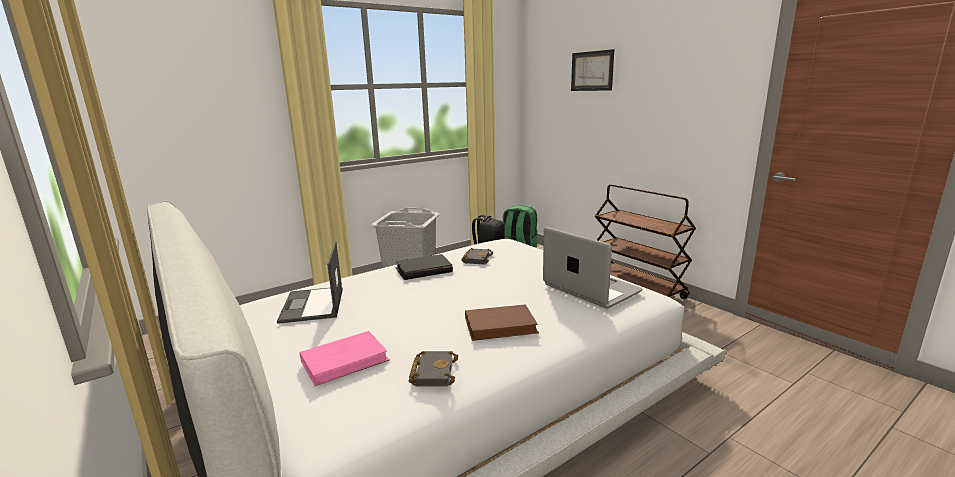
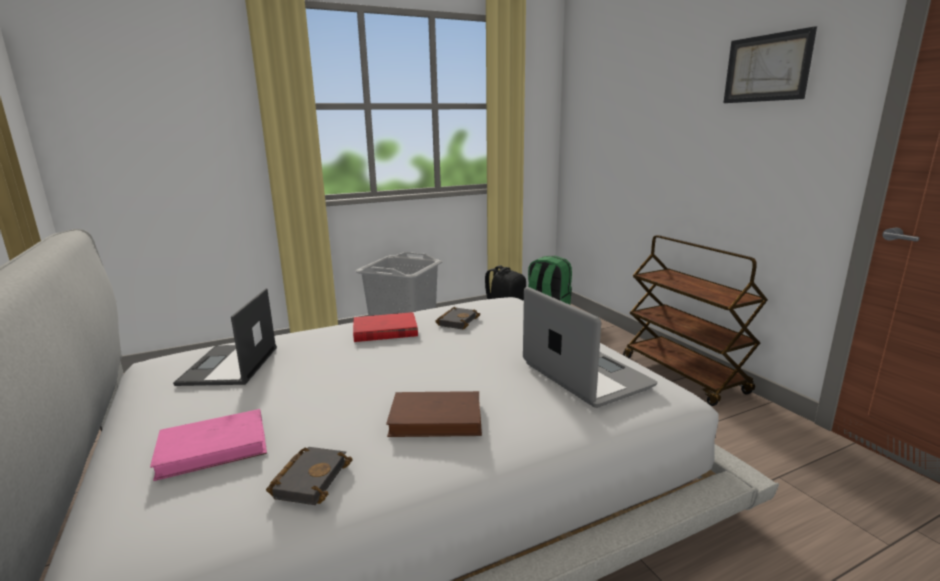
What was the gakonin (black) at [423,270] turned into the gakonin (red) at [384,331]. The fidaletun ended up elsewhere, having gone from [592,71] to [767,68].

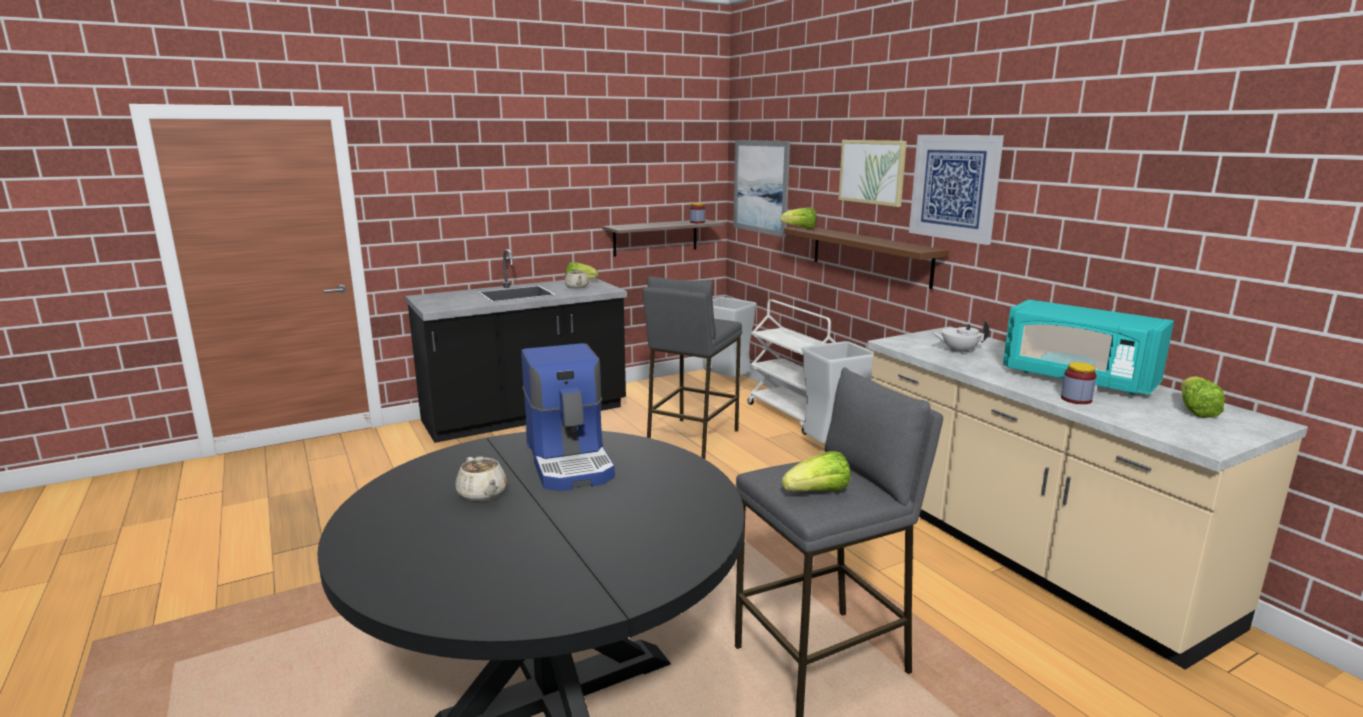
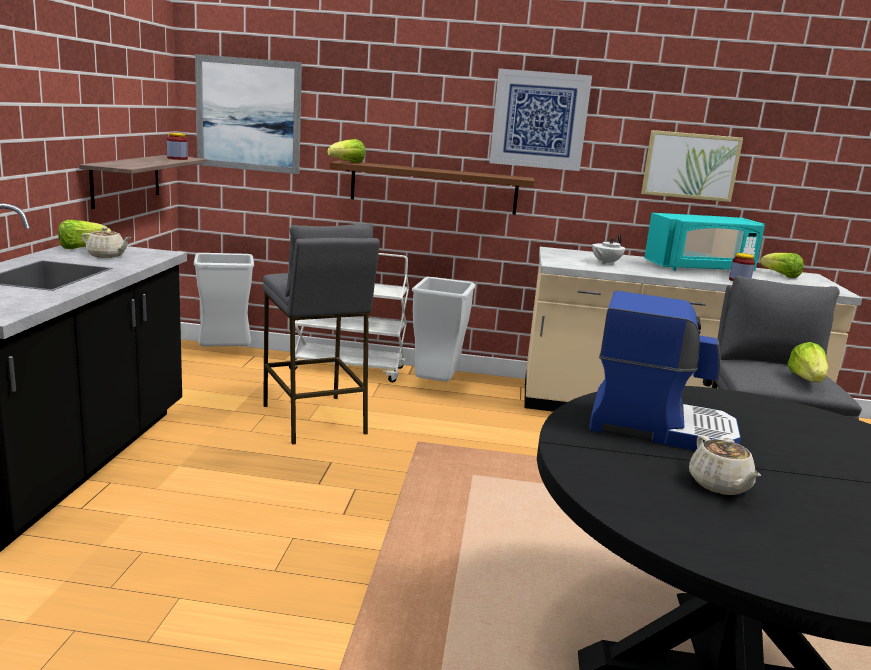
The fidaletun ended up elsewhere, having gone from [872,172] to [690,166]. The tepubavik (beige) at [482,494] ended up facing another way, 75 degrees clockwise from before.

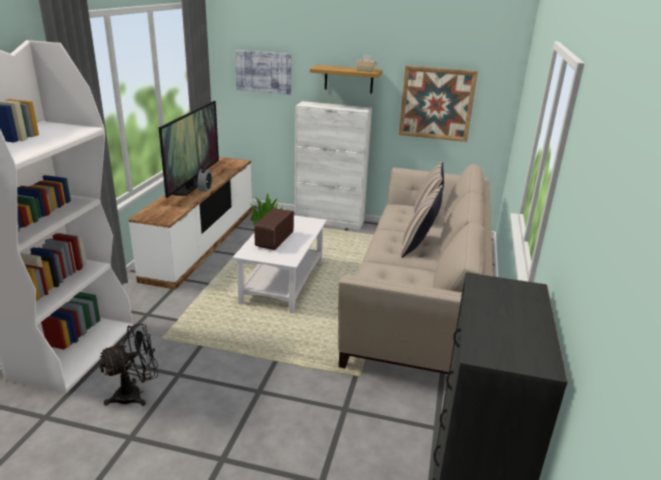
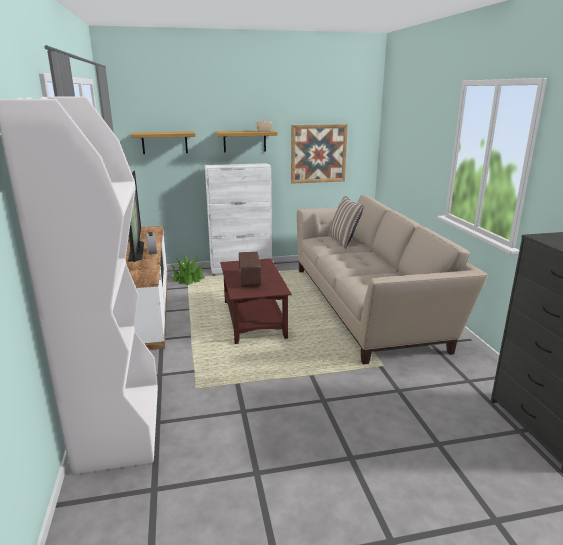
Where the fidaletun hung at [263,72], the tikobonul came to hang at [164,142]. What was the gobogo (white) at [283,283] turned into the gobogo (brown) at [254,319]. The second view lost the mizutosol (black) at [135,394]. The second view lost the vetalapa at [419,247].

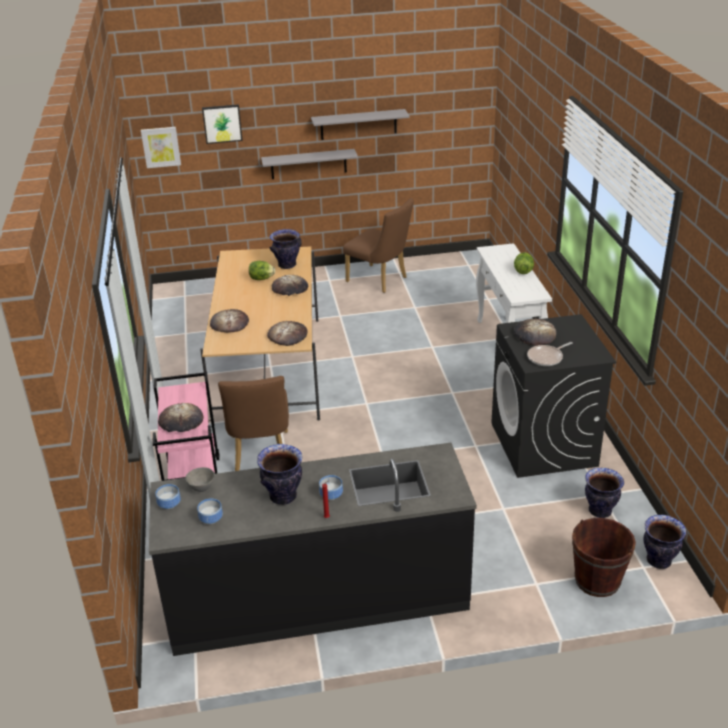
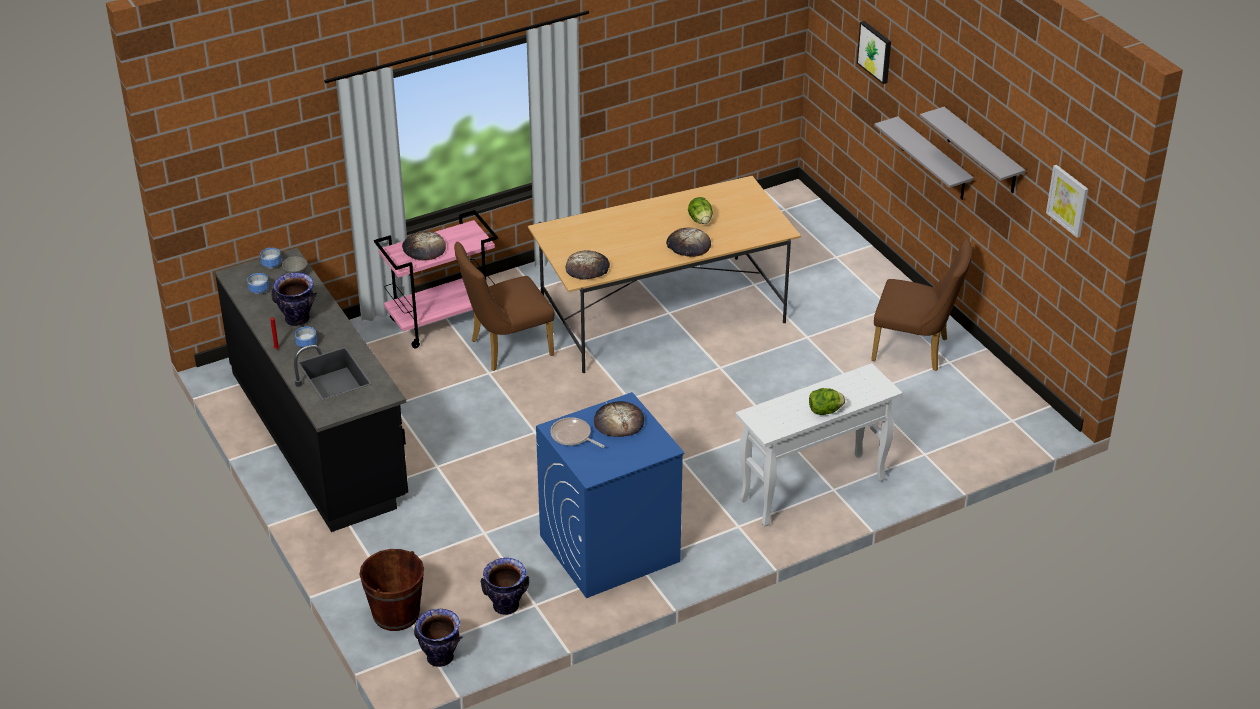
What was the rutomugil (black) at [544,445] turned into the rutomugil (blue) at [609,549]. The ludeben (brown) at [380,280] ended up facing another way, 90 degrees counterclockwise from before. The fidaletun ended up elsewhere, having gone from [161,147] to [1068,200]. The second view lost the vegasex at [229,323]. The second view lost the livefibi at [287,265].

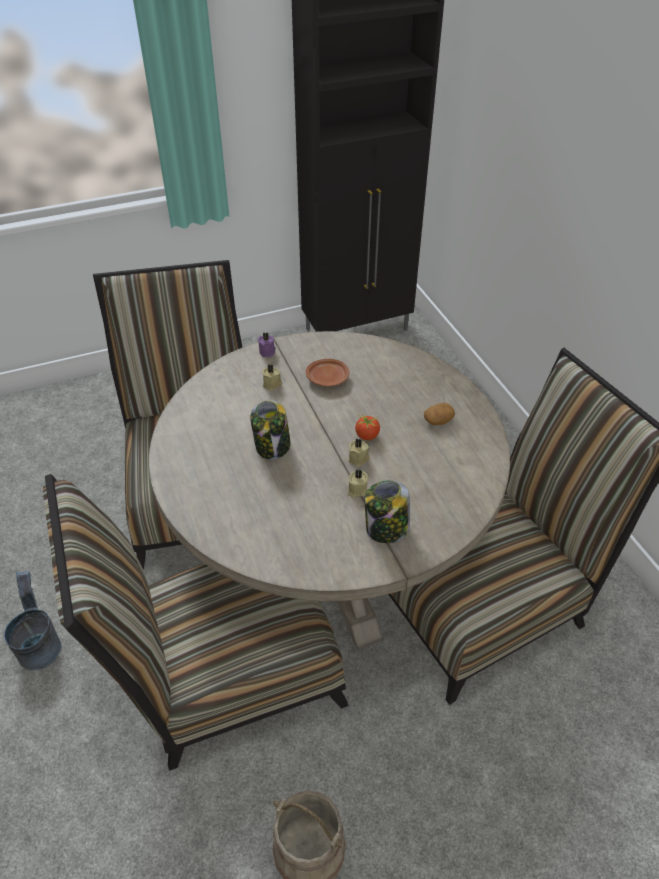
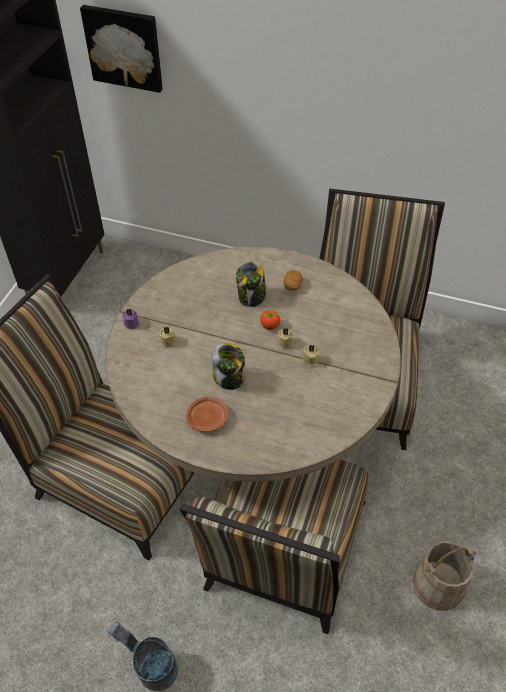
The second view gained the fidaletun at [124,47]. The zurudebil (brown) ended up elsewhere, having gone from [328,378] to [207,418]. The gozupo ended up elsewhere, having gone from [386,529] to [251,297].

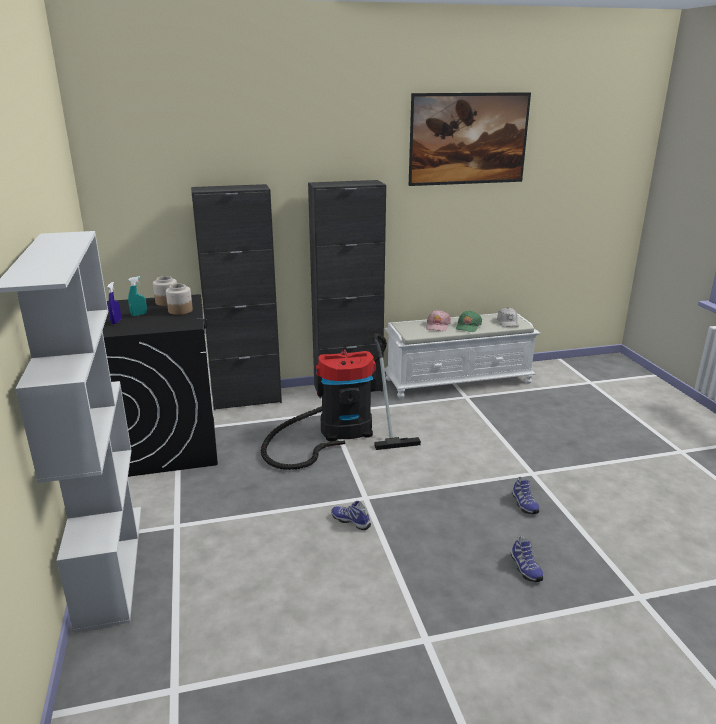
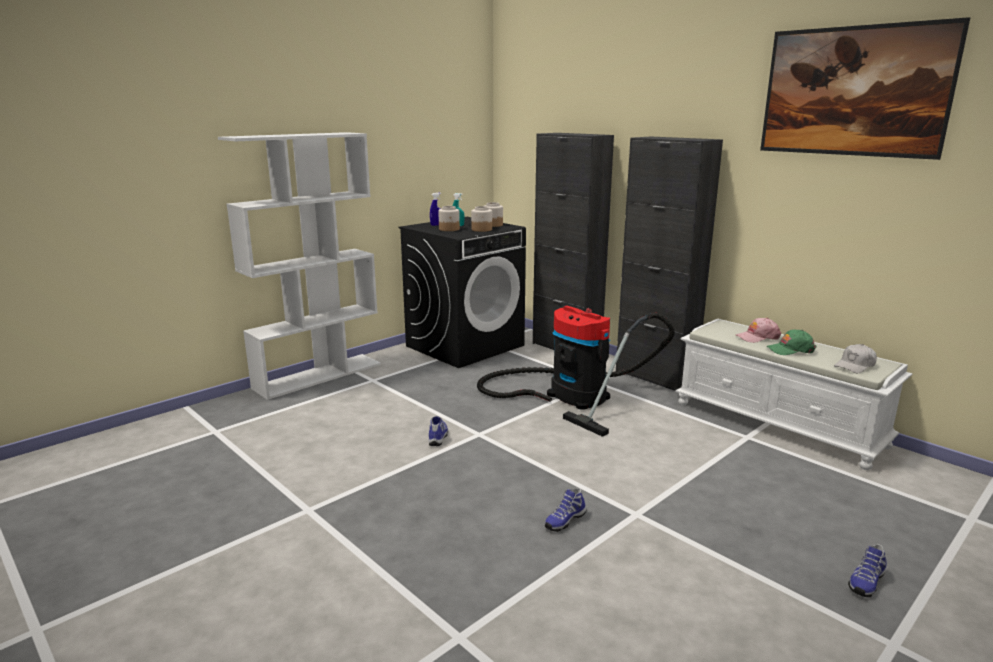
The second view gained the gozupo at [449,229]. The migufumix ended up elsewhere, having gone from [525,568] to [865,581].

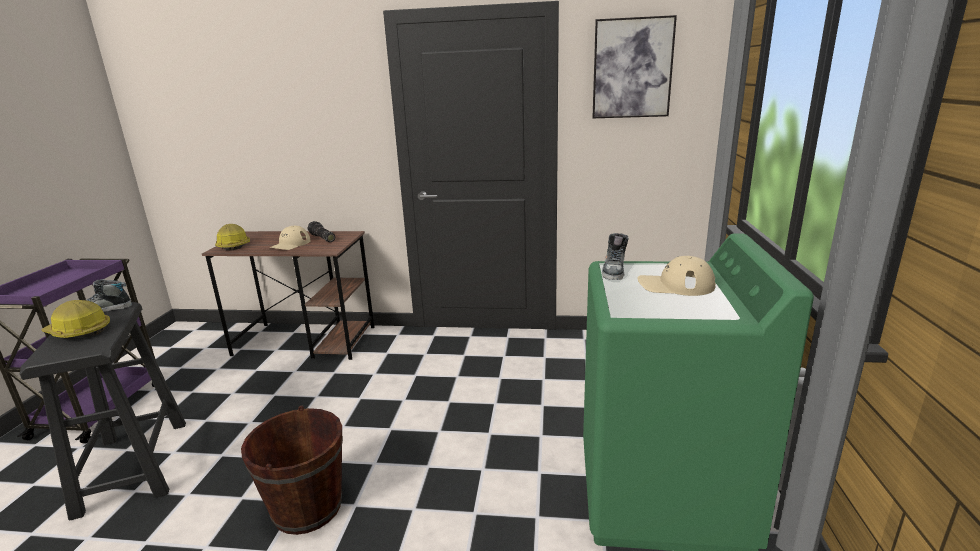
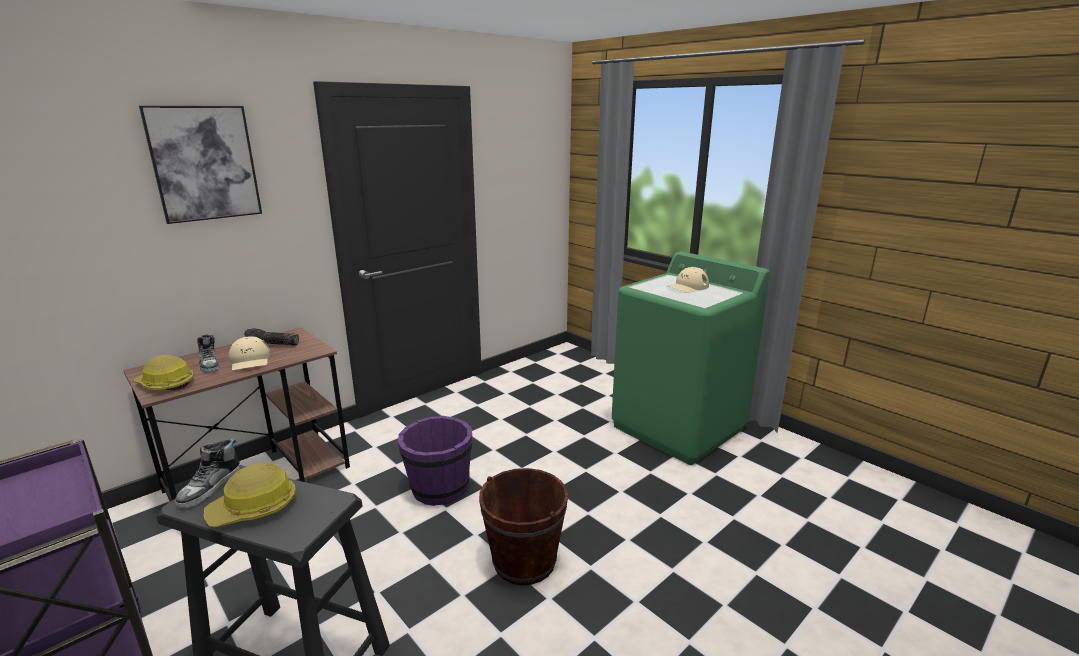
The fidaletun ended up elsewhere, having gone from [632,68] to [204,163]. The migufumix ended up elsewhere, having gone from [614,270] to [210,364]. The second view gained the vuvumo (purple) at [439,488].

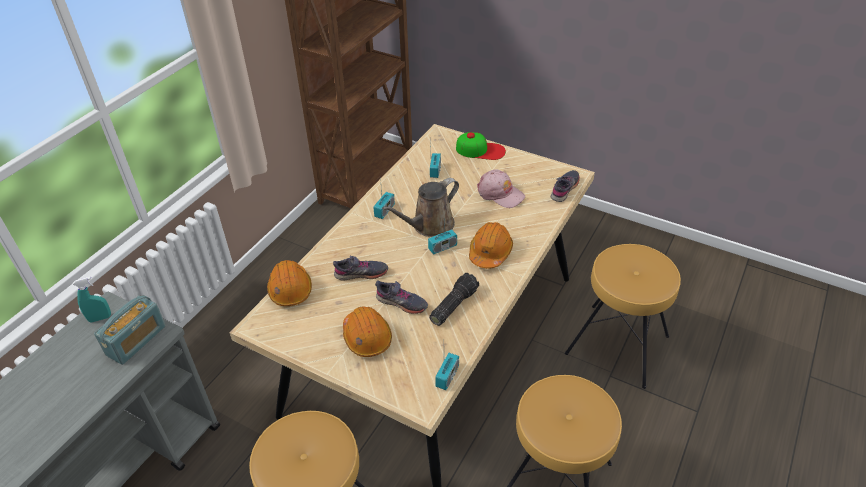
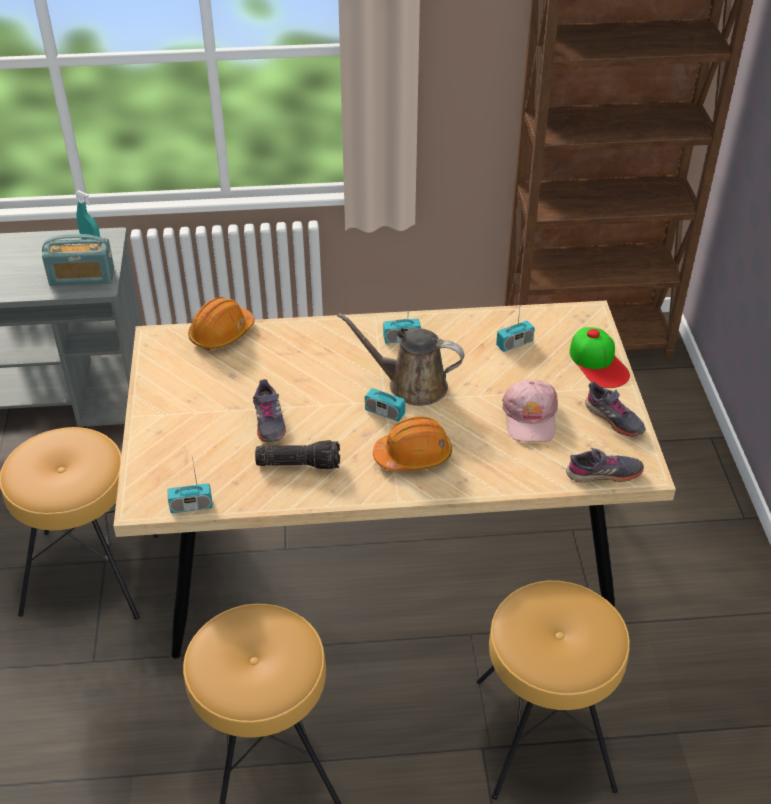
The migufumix (grey) ended up elsewhere, having gone from [361,273] to [614,419]. The second view lost the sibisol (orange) at [367,337].

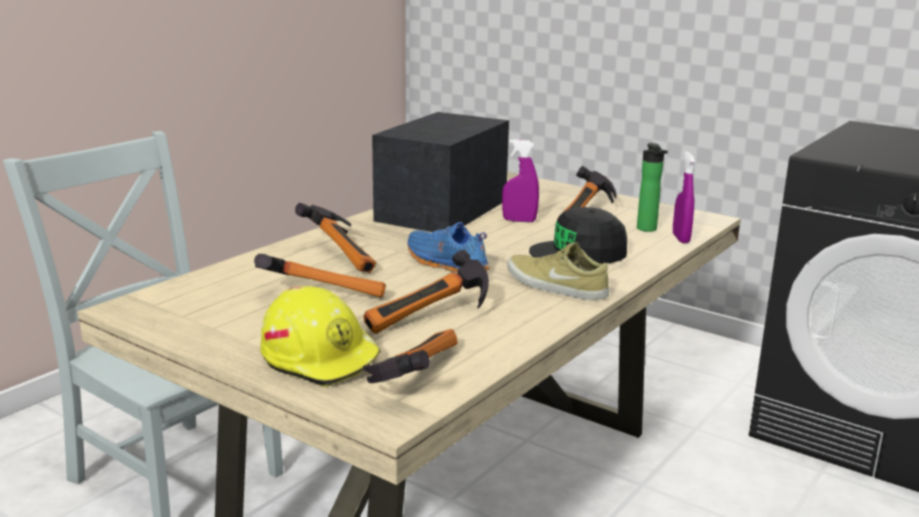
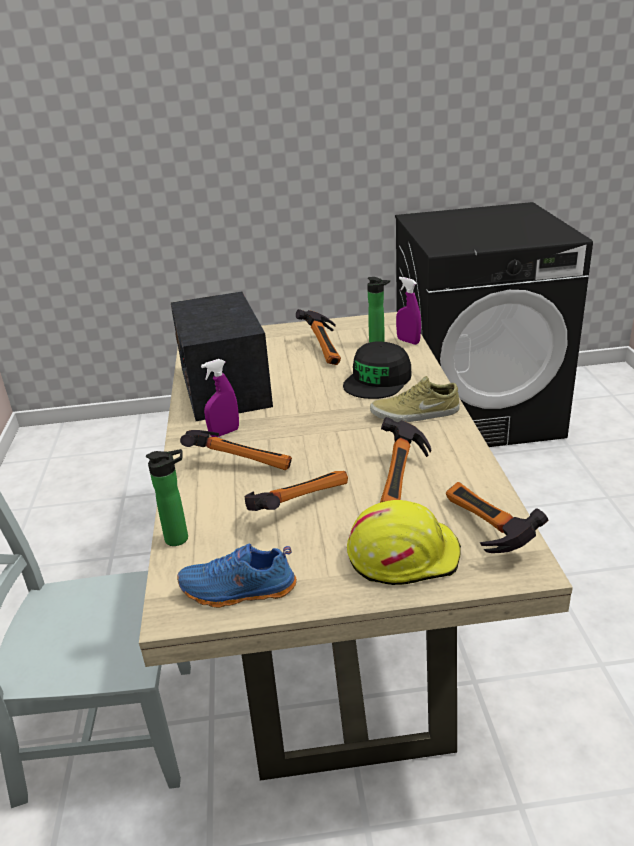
The second view gained the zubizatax at [180,538]. The migufumix (blue) ended up elsewhere, having gone from [445,264] to [238,591]. The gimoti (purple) ended up elsewhere, having gone from [519,220] to [224,433].

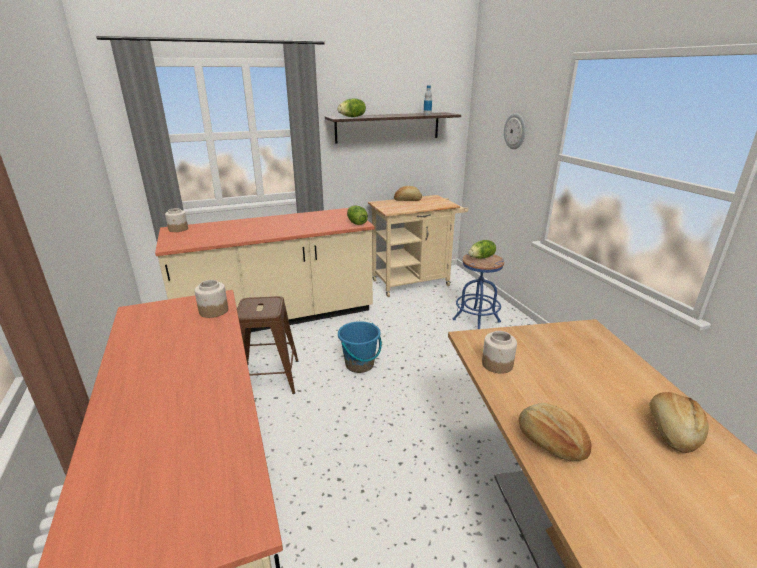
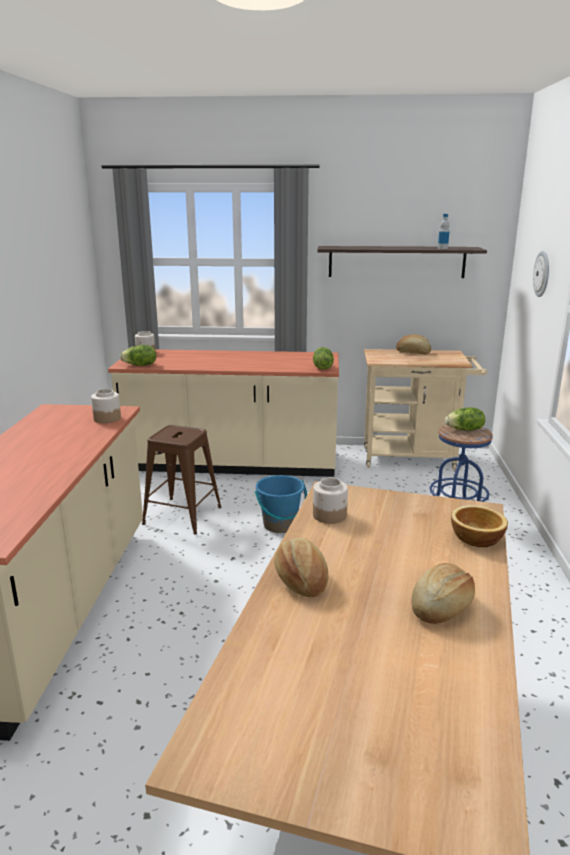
The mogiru ended up elsewhere, having gone from [352,117] to [140,365]. The second view gained the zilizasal at [475,538].

